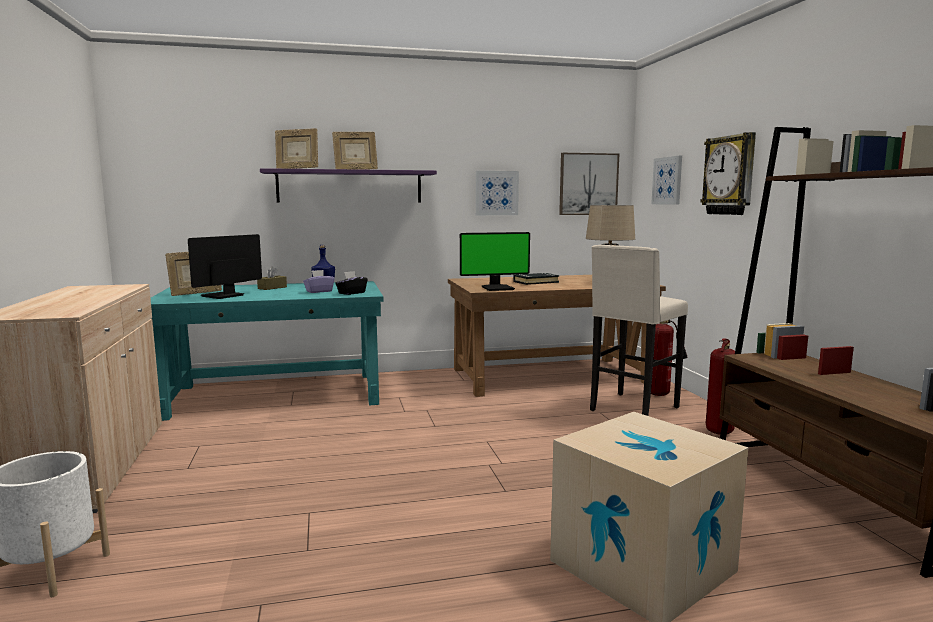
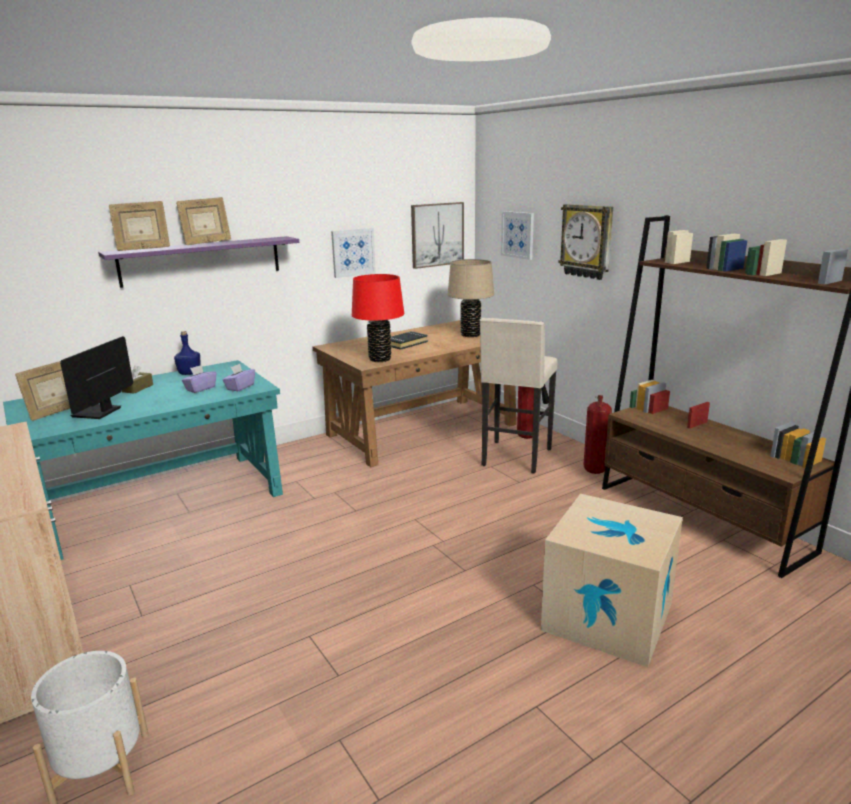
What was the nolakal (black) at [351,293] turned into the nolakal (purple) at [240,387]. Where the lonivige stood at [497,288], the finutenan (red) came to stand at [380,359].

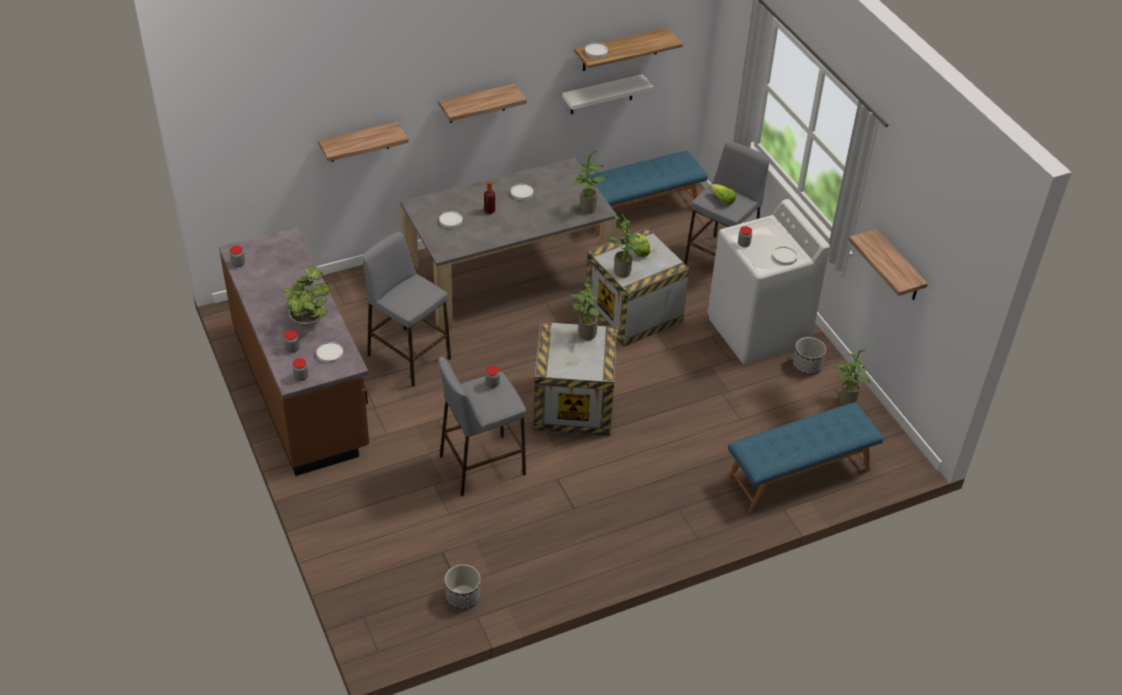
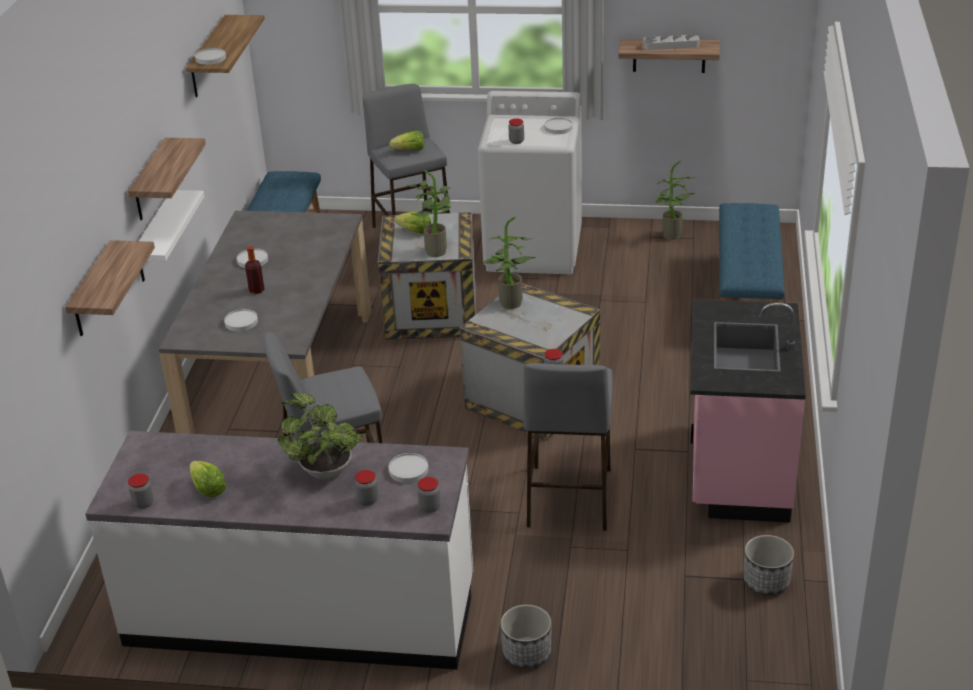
What was the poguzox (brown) at [301,388] turned into the poguzox (white) at [301,613]. The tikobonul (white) ended up elsewhere, having gone from [602,95] to [154,238]. The second view gained the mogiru at [208,489]. The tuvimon ended up elsewhere, having gone from [806,366] to [526,653]. The second view gained the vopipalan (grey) at [671,45]. The second view gained the poguzox (pink) at [737,470]. The second view lost the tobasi at [586,210].

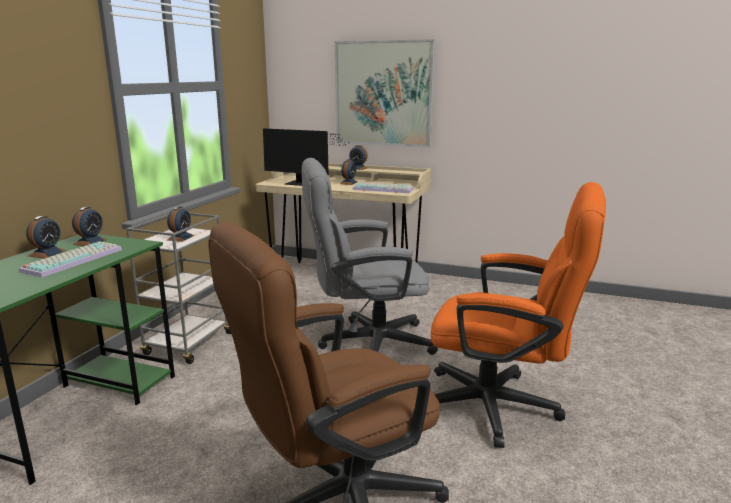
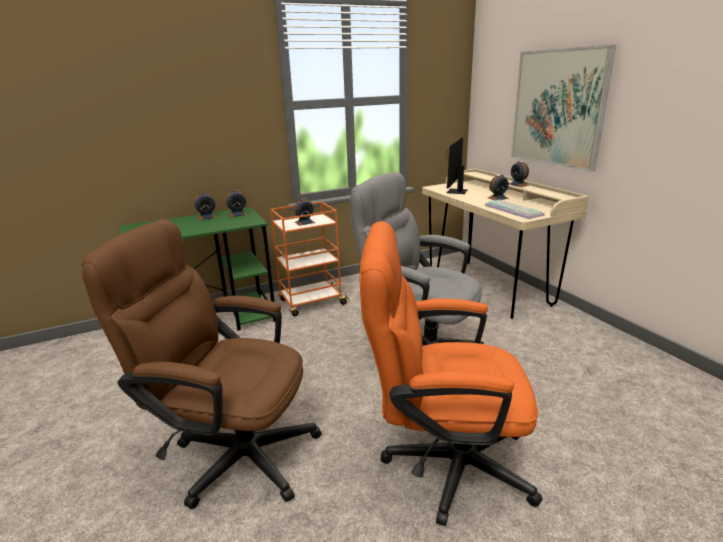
What was the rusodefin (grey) at [189,344] turned into the rusodefin (orange) at [311,302]. The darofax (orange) at [502,408] ended up facing another way, 120 degrees clockwise from before. The lonivige at [300,183] ended up facing another way, 45 degrees clockwise from before. The second view lost the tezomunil at [73,259].

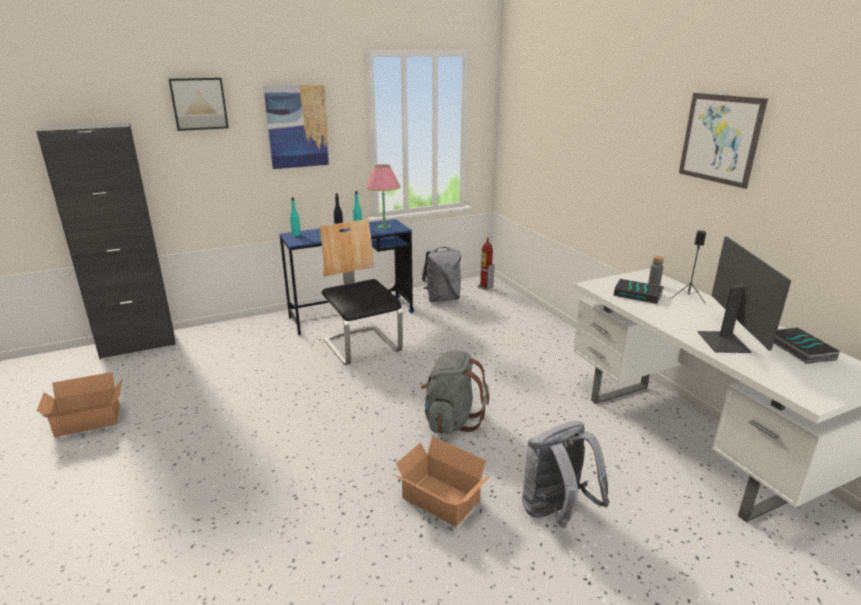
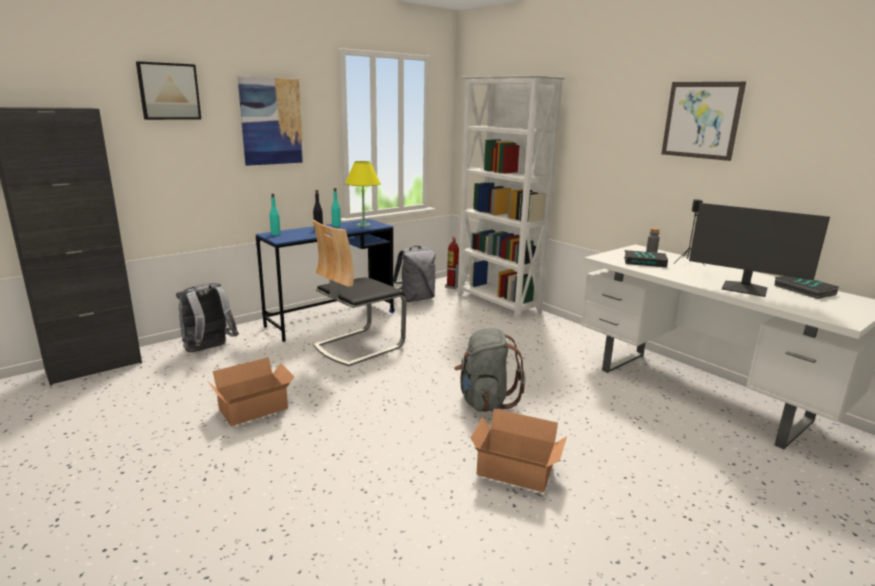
The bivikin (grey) ended up elsewhere, having gone from [556,512] to [208,350]. The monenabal ended up elsewhere, having gone from [89,421] to [256,409]. The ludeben at [362,346] ended up facing another way, 90 degrees counterclockwise from before. What was the finutenan (pink) at [384,226] turned into the finutenan (yellow) at [363,225]. The second view gained the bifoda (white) at [497,303]. The lonivige at [724,342] ended up facing another way, 135 degrees clockwise from before.

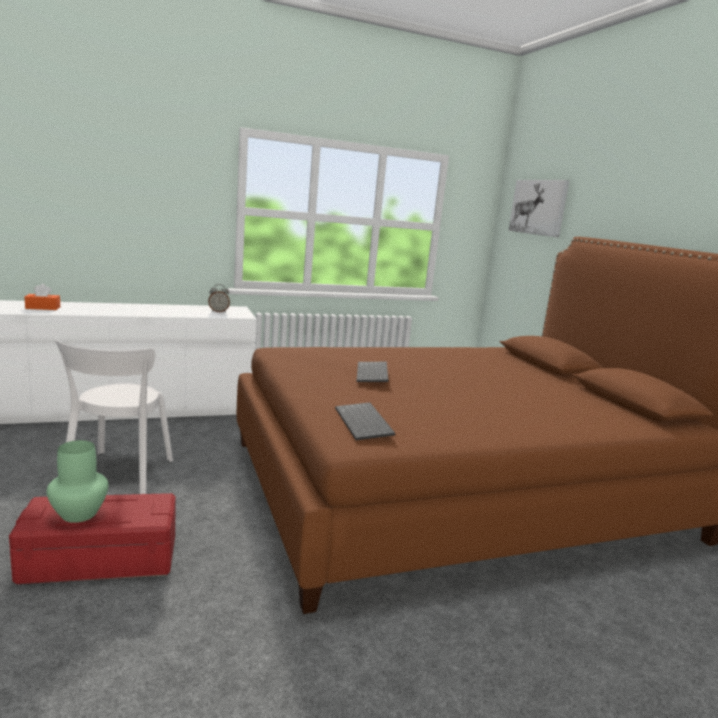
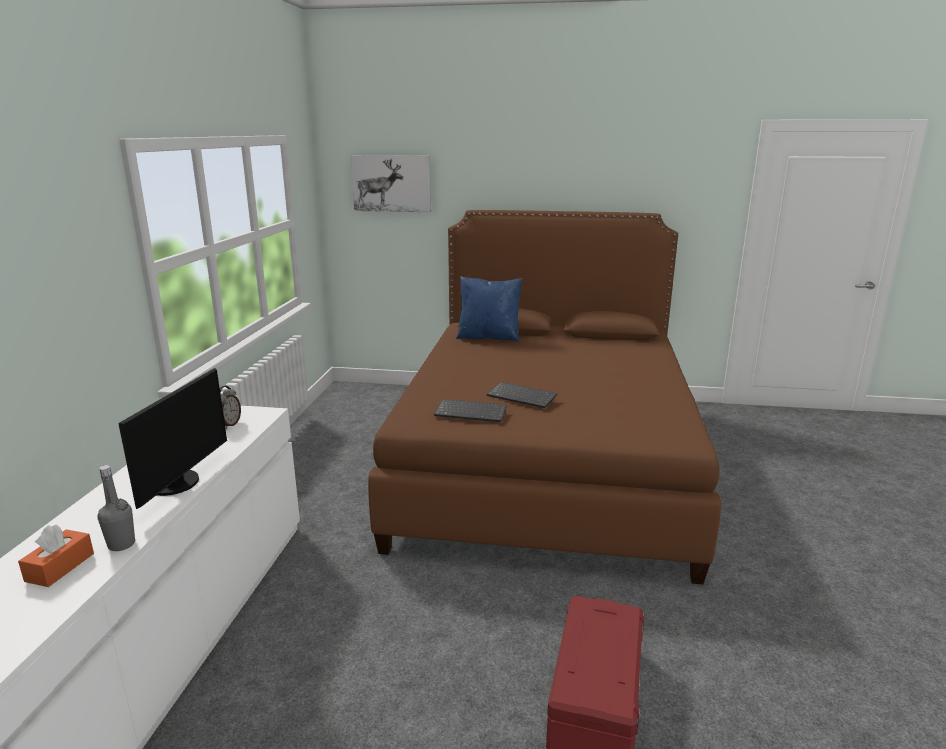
The second view gained the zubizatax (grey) at [121,544]. The second view gained the lonivige at [178,483]. The tezomunil ended up elsewhere, having gone from [365,423] to [472,412]. The second view gained the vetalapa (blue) at [489,337]. The second view lost the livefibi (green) at [79,514]. The second view lost the ludeben (white) at [117,475].

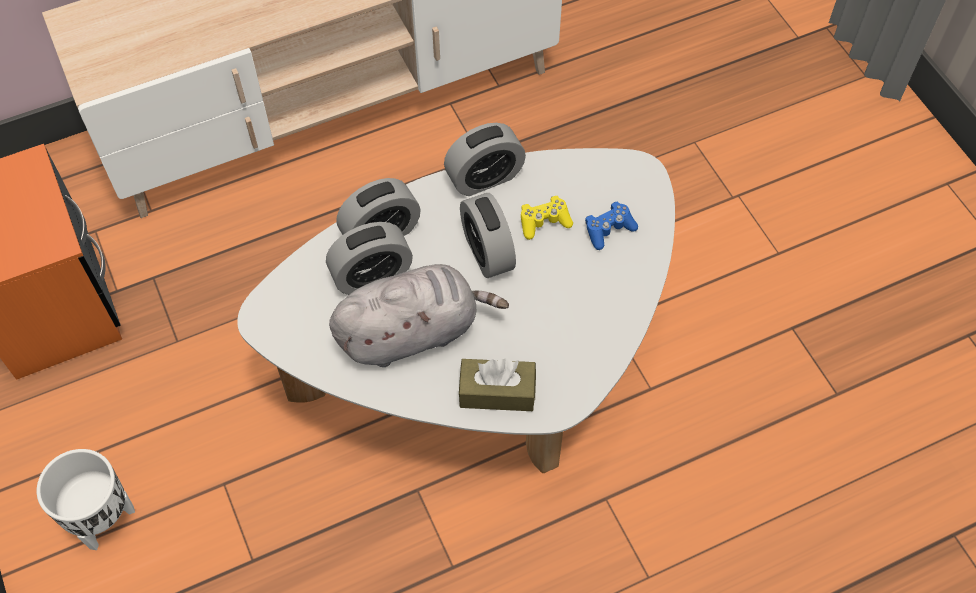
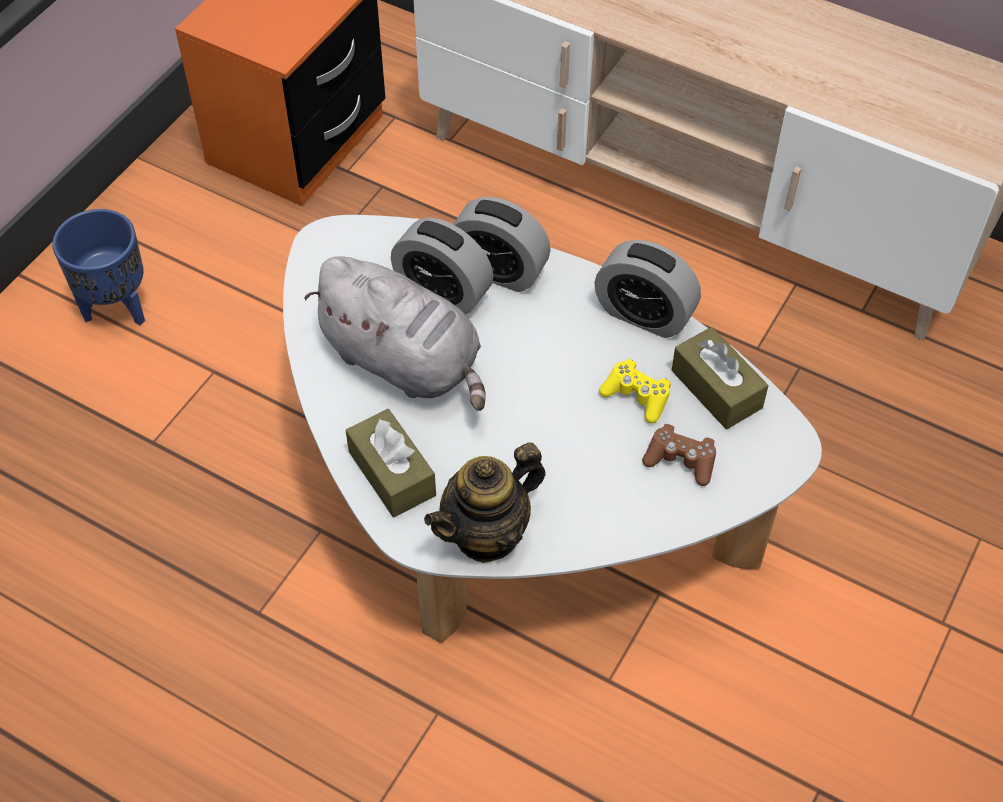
What was the tuvimon (white) at [104,519] turned into the tuvimon (blue) at [117,309]. The second view gained the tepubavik at [487,534]. What was the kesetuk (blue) at [608,229] turned into the kesetuk (brown) at [680,460]. The second view gained the nolakal (brown) at [716,389]. The second view lost the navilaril at [487,252].

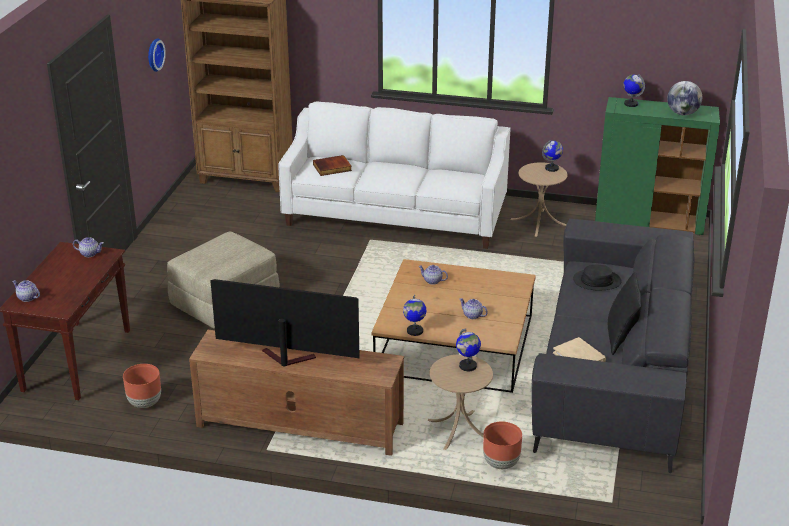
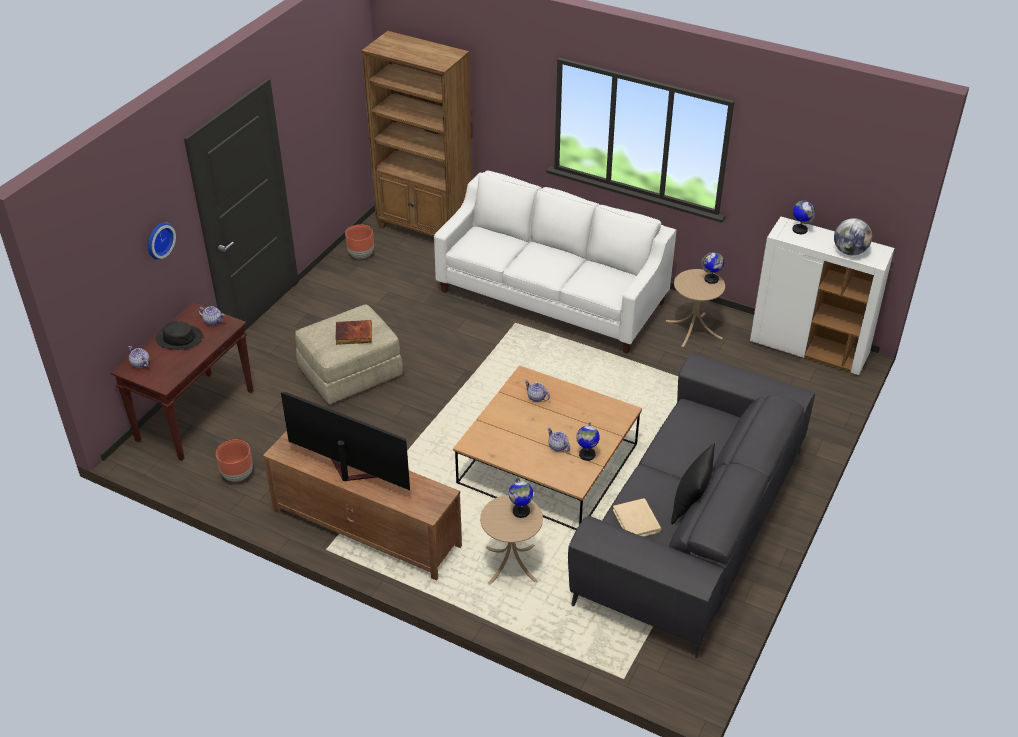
The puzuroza ended up elsewhere, having gone from [153,54] to [158,240]. The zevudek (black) ended up elsewhere, having gone from [597,281] to [179,338]. The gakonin ended up elsewhere, having gone from [332,168] to [353,335]. The tuvimon (brown) ended up elsewhere, having gone from [500,463] to [361,255]. The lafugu ended up elsewhere, having gone from [414,331] to [587,455]. What was the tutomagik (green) at [649,222] turned into the tutomagik (white) at [809,348].

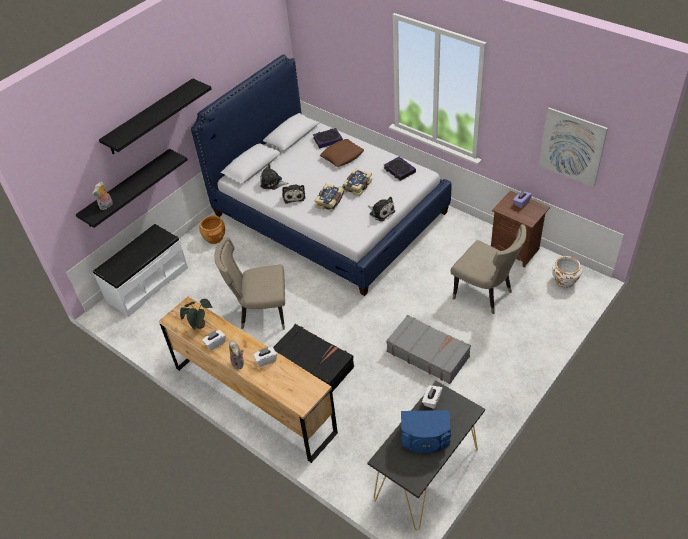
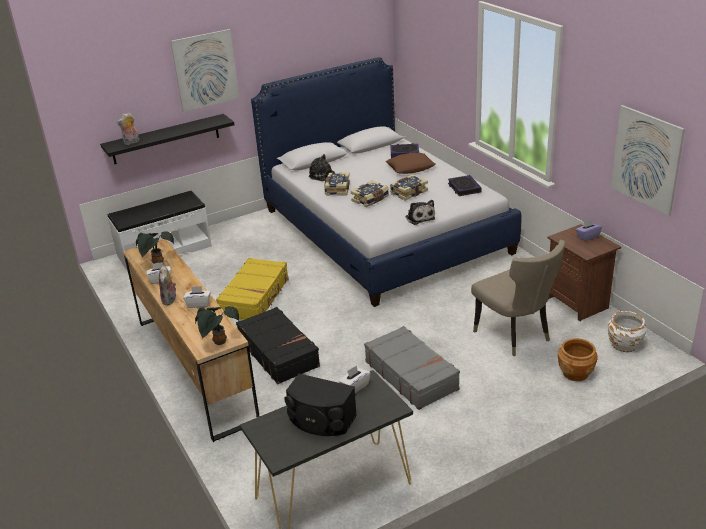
Where the tikobonul (black) hung at [150,117], the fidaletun came to hang at [205,70]. The second view gained the tobasi at [219,343]. Where the ludeben (beige) stood at [261,313], the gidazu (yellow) came to stand at [255,297]. What was the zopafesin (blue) at [425,439] turned into the zopafesin (black) at [321,420]. Where the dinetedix stood at [294,196], the gakonin came to stand at [337,189]. The tuvimon (brown) ended up elsewhere, having gone from [214,238] to [575,373].

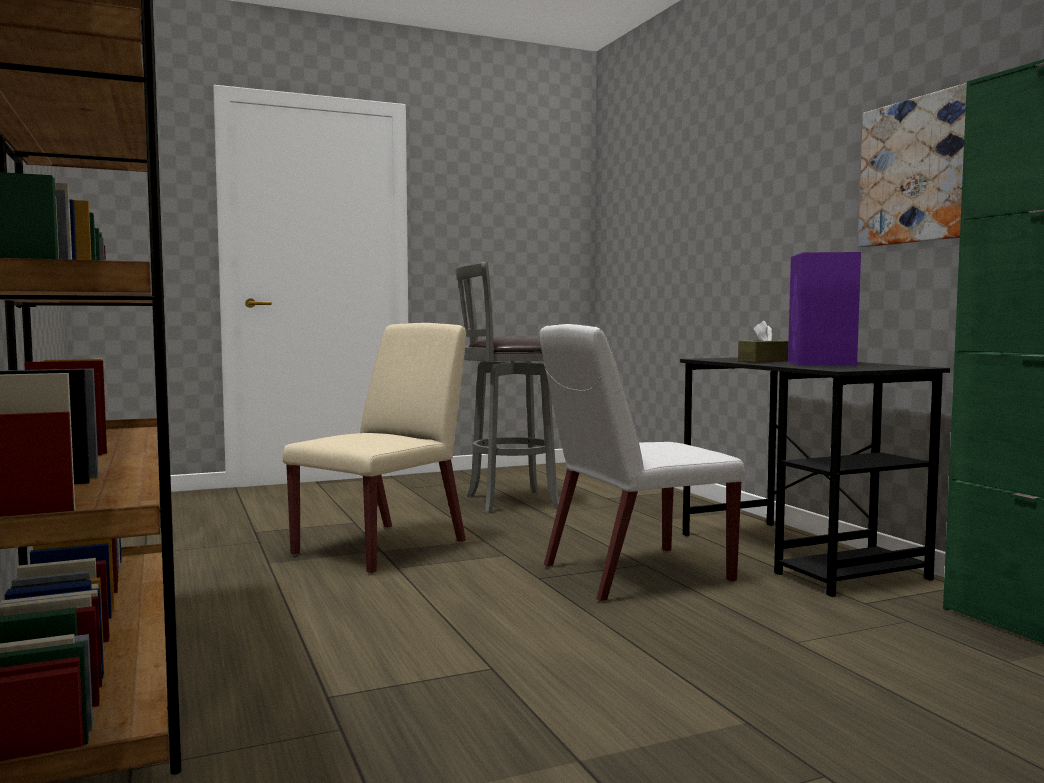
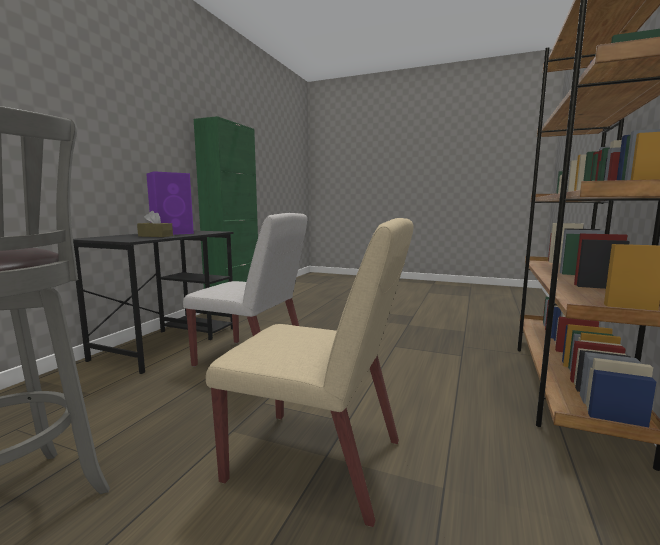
The ludeben (beige) at [382,548] ended up facing another way, 150 degrees counterclockwise from before. The second view lost the fidaletun at [921,170].

